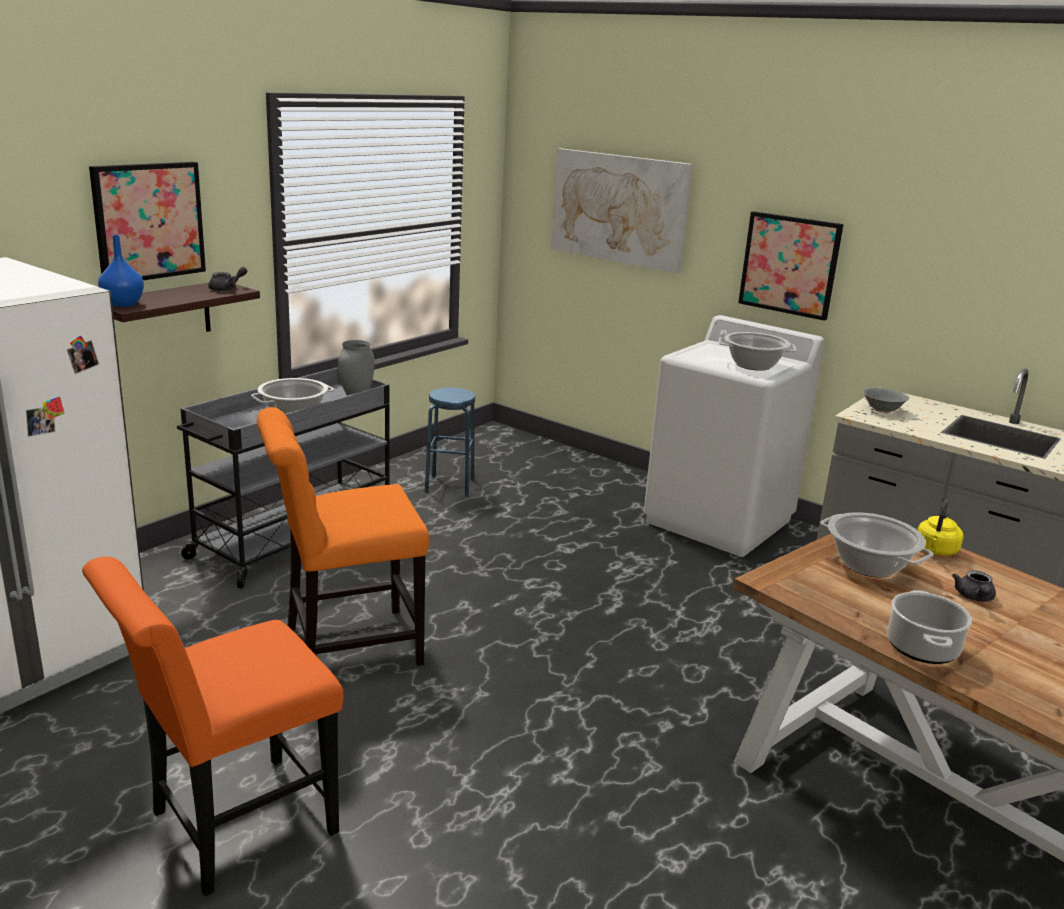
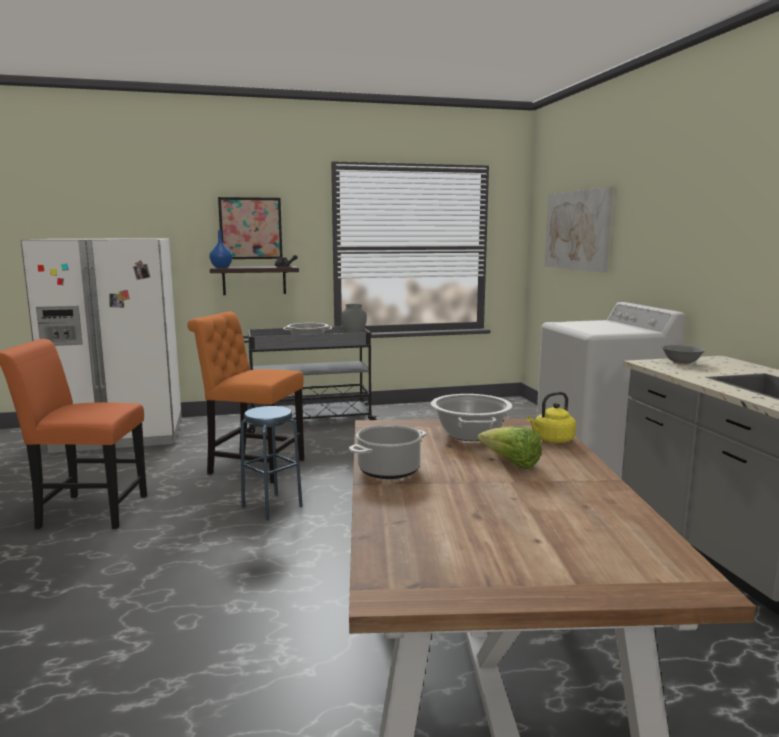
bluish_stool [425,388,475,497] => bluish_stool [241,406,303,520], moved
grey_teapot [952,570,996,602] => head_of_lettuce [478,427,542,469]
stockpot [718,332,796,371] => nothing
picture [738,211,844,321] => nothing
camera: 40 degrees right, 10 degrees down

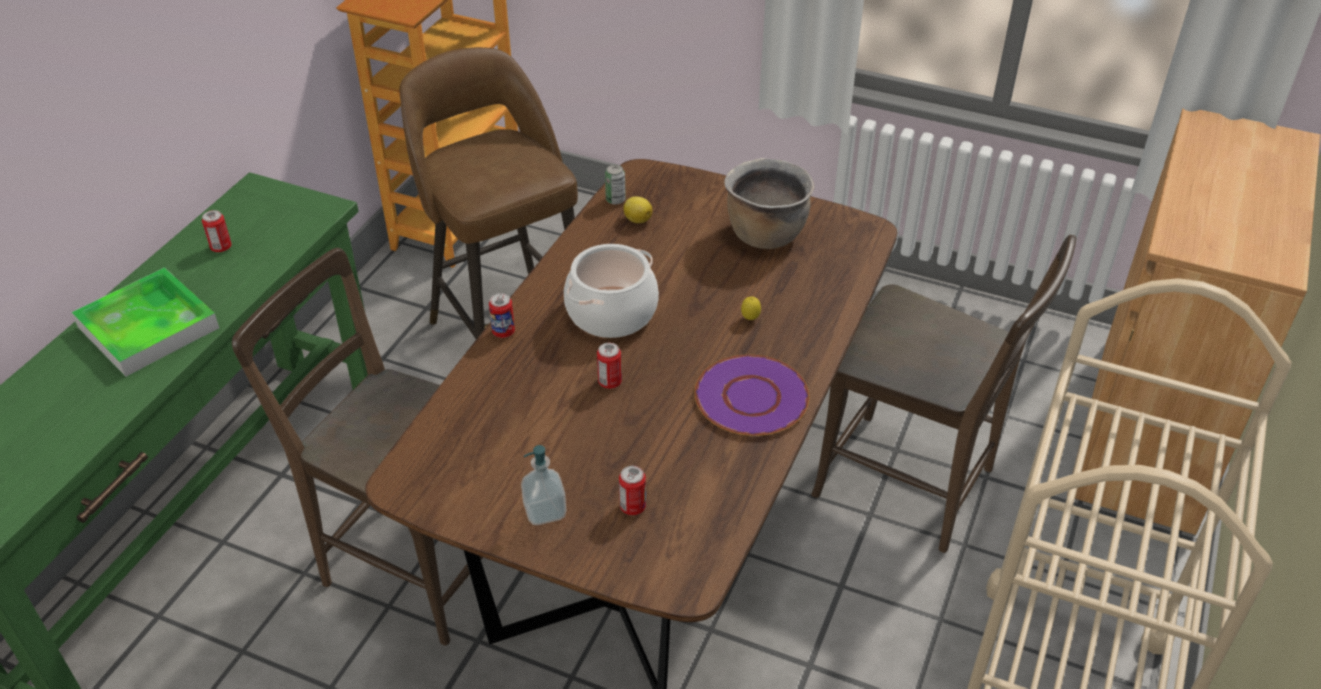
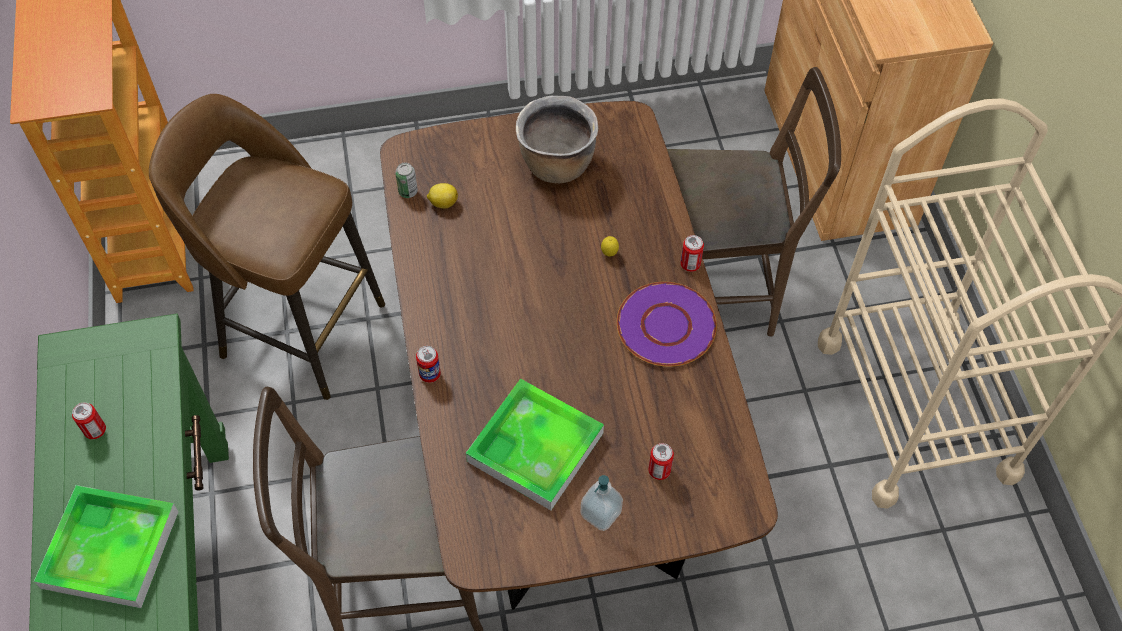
nothing => tray [466,378,604,510]
sealed_can [597,342,622,389] => sealed_can [680,235,704,272], moved
stockpot [564,244,659,338] => nothing
camera: 35 degrees left, 15 degrees up

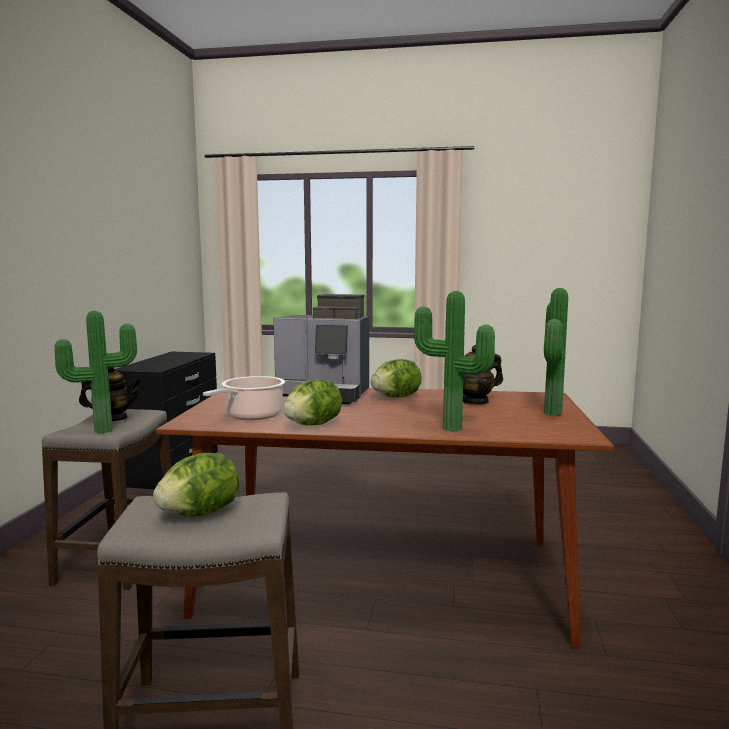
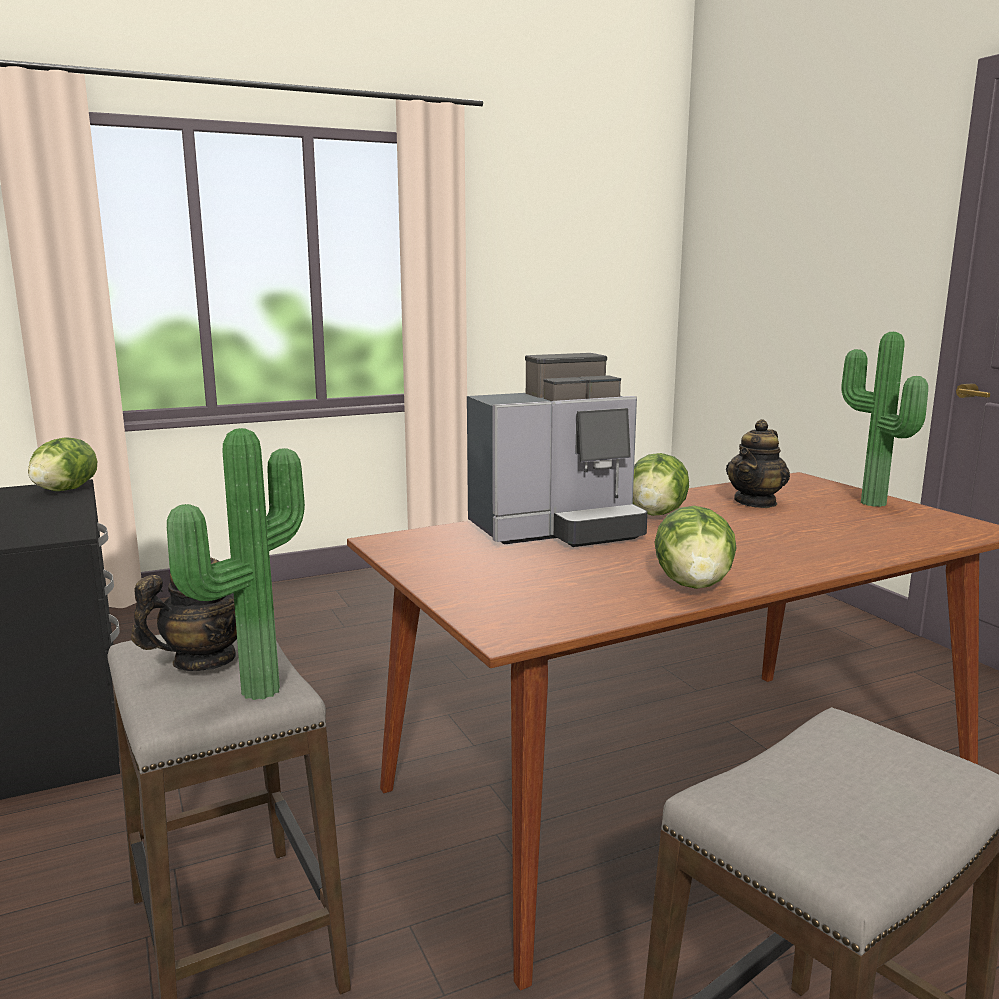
head_of_lettuce [153,453,239,516] => head_of_lettuce [28,438,97,491], moved
stockpot [203,376,285,420] => nothing
potted_plant [414,291,495,432] => nothing
camera: 35 degrees left, 5 degrees up

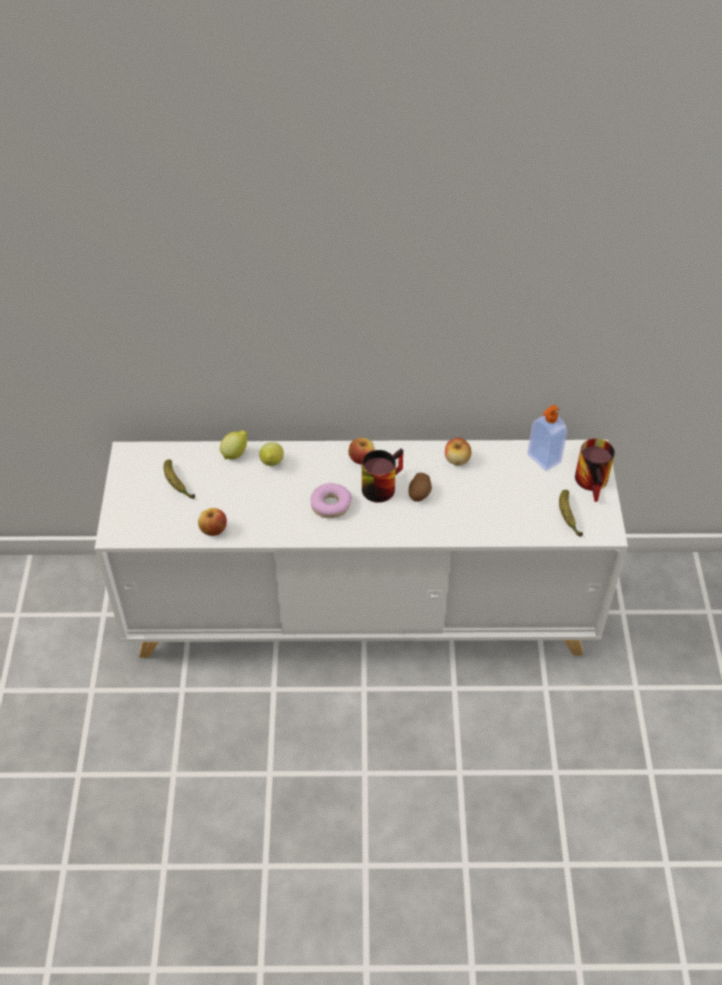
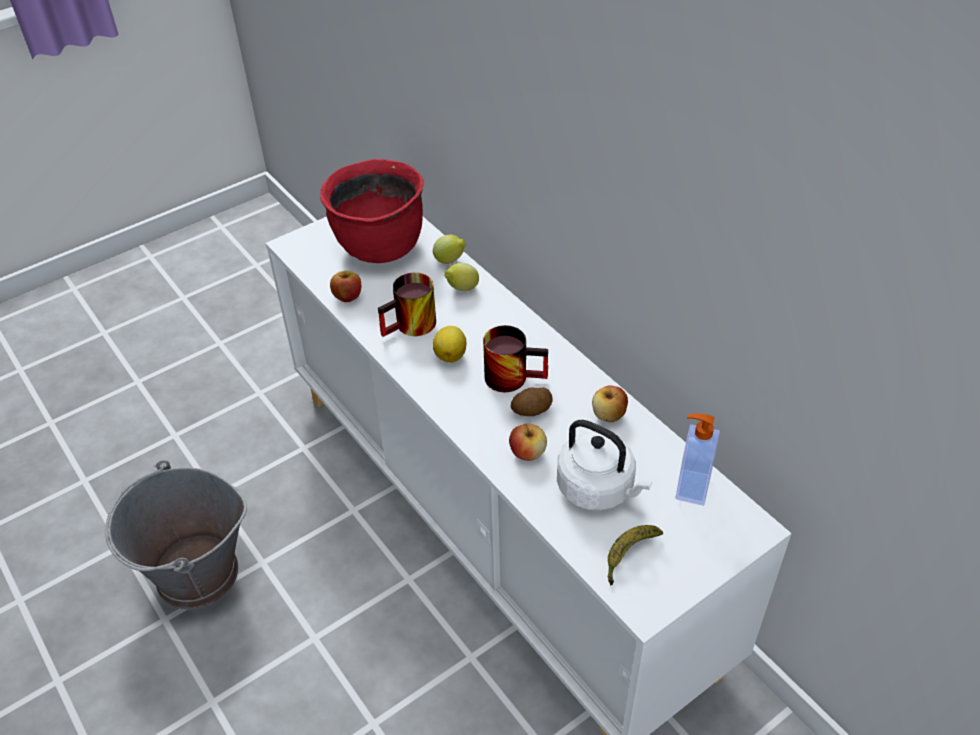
nothing => grey_pail [105,460,247,610]
banana [163,459,195,499] => red_stockpot [320,159,424,263]
tea_mug [575,438,615,502] => tea_mug [378,272,436,337], moved
ring_doughnut [310,483,352,518] => whole_lemon [433,326,466,363]
apple_fruit [348,438,375,465] => apple_fruit [509,424,547,461], moved
nothing => whitish_water_kettle [557,420,652,511]
camera: 55 degrees right, 5 degrees down

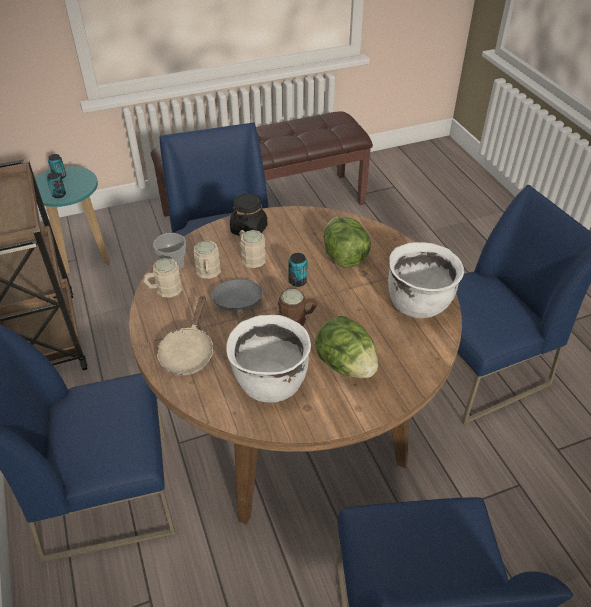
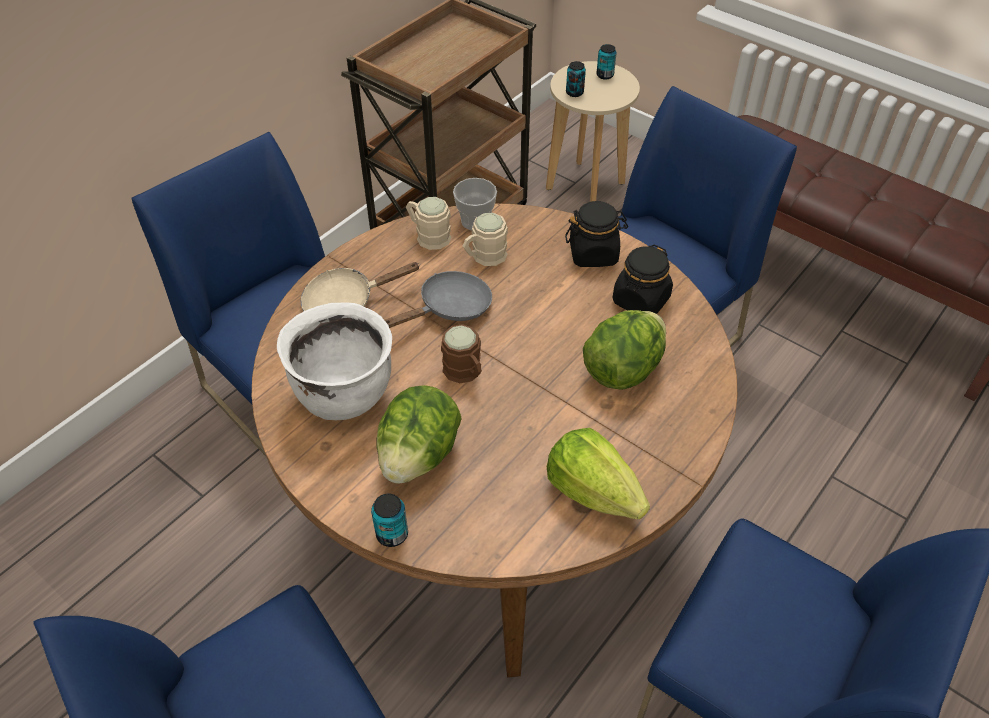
sealed_can [288,253,307,287] => sealed_can [371,493,408,547], moved
blue-green_stool [35,166,110,275] => sand-coloured_stool [546,61,640,202]
whitish_stockpot [388,242,464,318] => head_of_lettuce [547,428,650,519]
nothing => black-coloured_preserve_jar [613,244,673,314]
sand-coloured_tea_mug [239,230,266,268] => nothing
camera: 60 degrees right, 5 degrees up

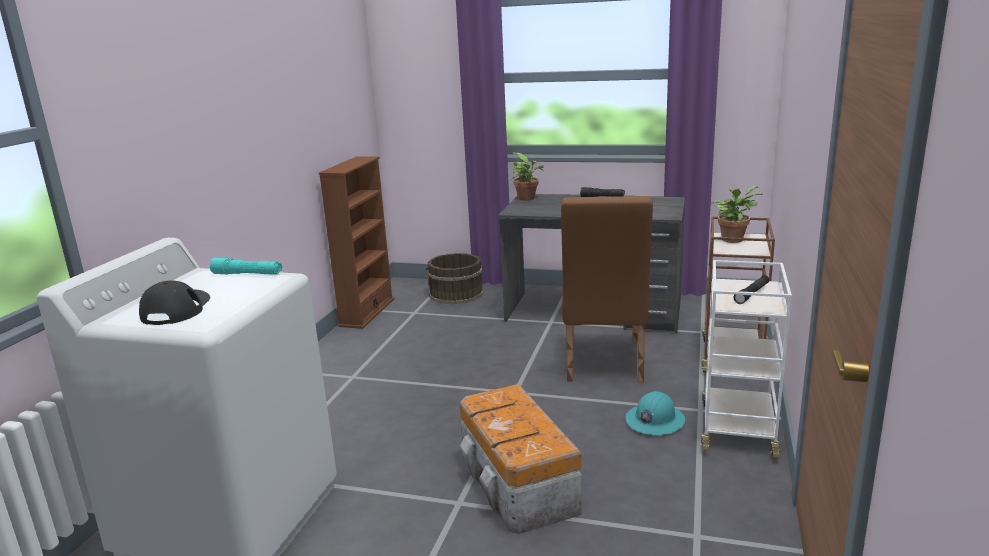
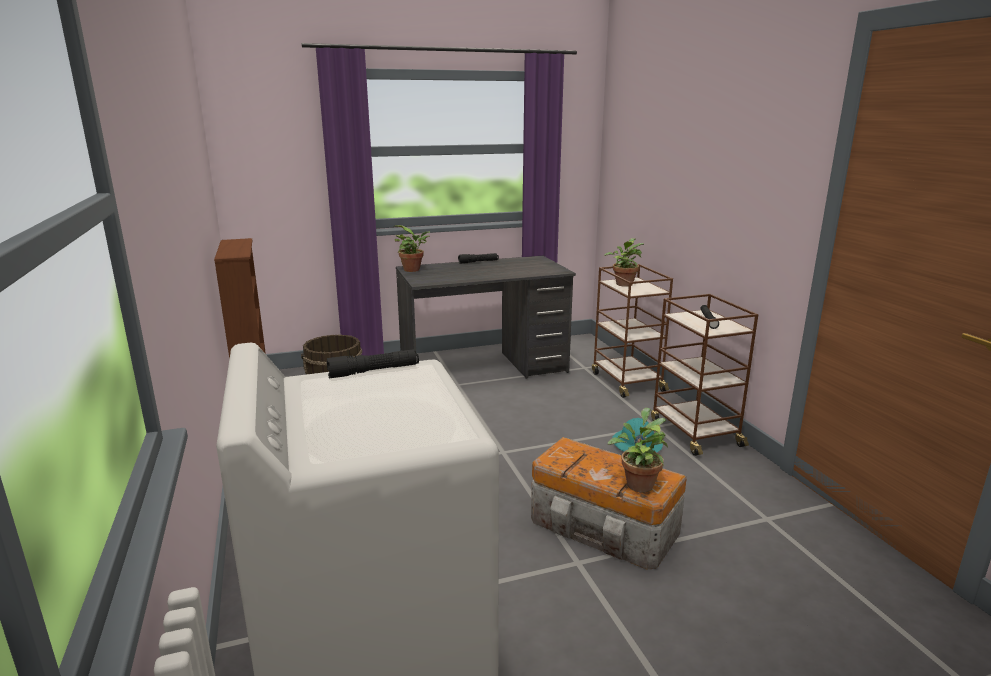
blue-green_torch [210,258,282,275] => black-coloured_torch [327,349,419,378]
nothing => potted_plant [608,408,668,493]
whitish_cart [701,260,792,459] => brownish_cart [651,294,758,456]
black-coloured_baseball_cap [139,281,210,325] => nothing
brownish_chair [561,196,653,382] => nothing
camera: 35 degrees left, 0 degrees up

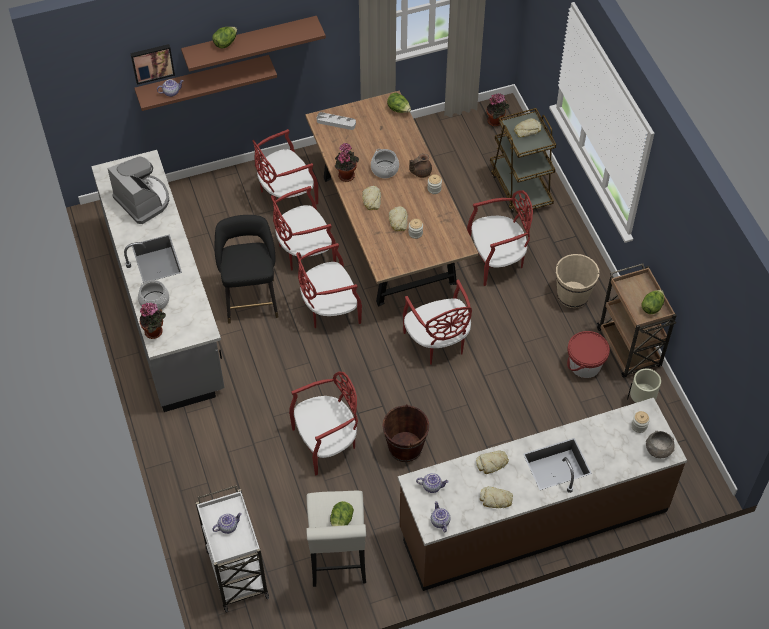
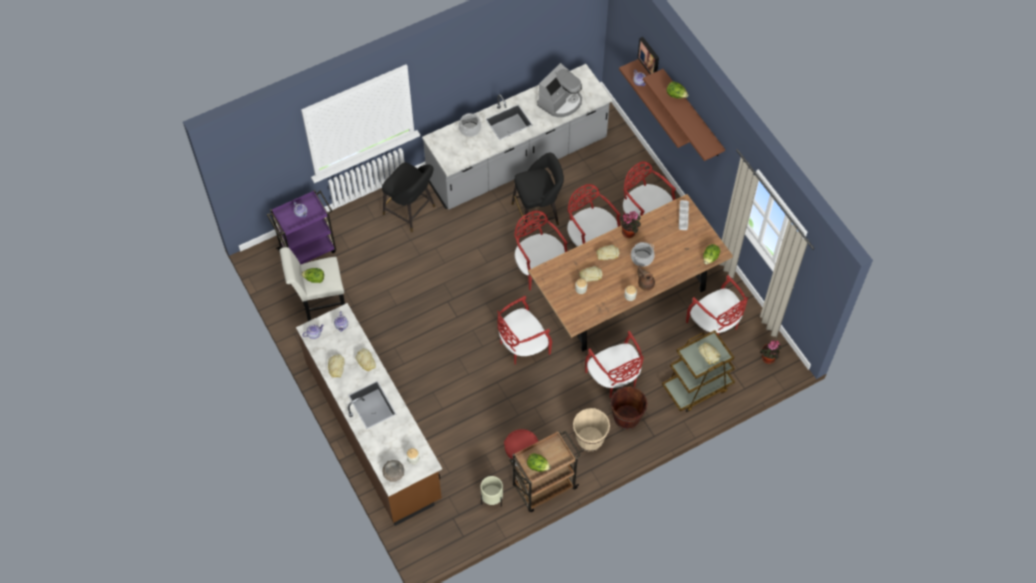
whitish_cart [196,486,269,613] => purple_cart [267,190,336,265]
nothing => black-coloured_stool [382,162,435,233]
brownish_pail [382,404,429,462] => brownish_pail [611,386,648,430], moved
red_chair [289,372,358,475] => red_chair [686,275,748,336], moved
potted_plant [140,303,166,339] => nothing
camera: 80 degrees right, 5 degrees up

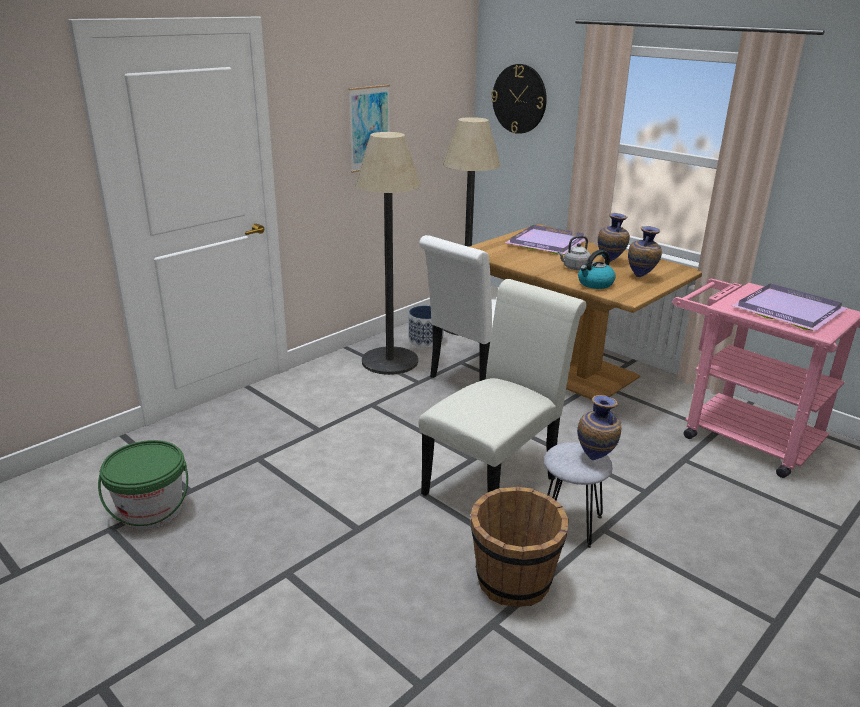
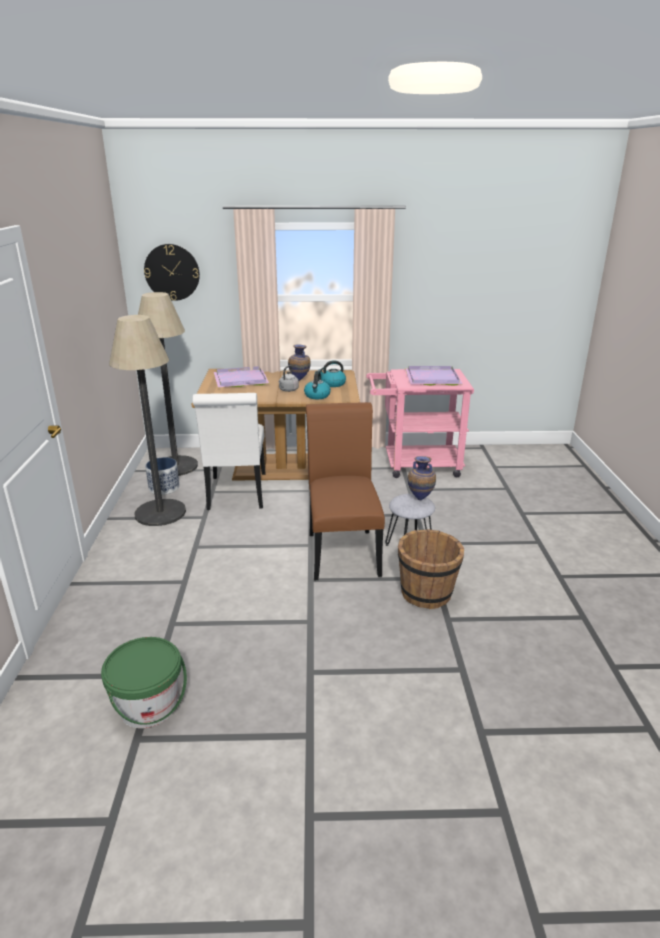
whitish_chair [419,279,586,496] => brownish_chair [306,402,385,580]
flower_vase [628,226,662,277] => water_kettle [318,360,346,387]
picture [348,85,390,173] => nothing
camera: 45 degrees left, 0 degrees up

